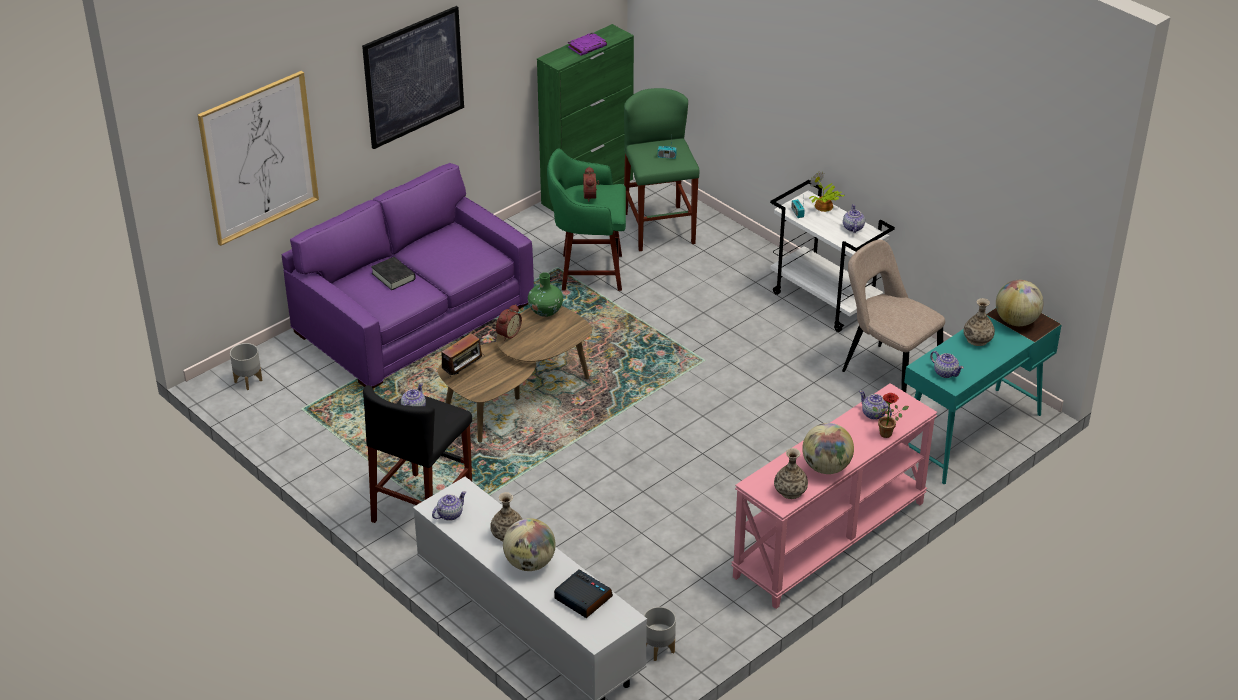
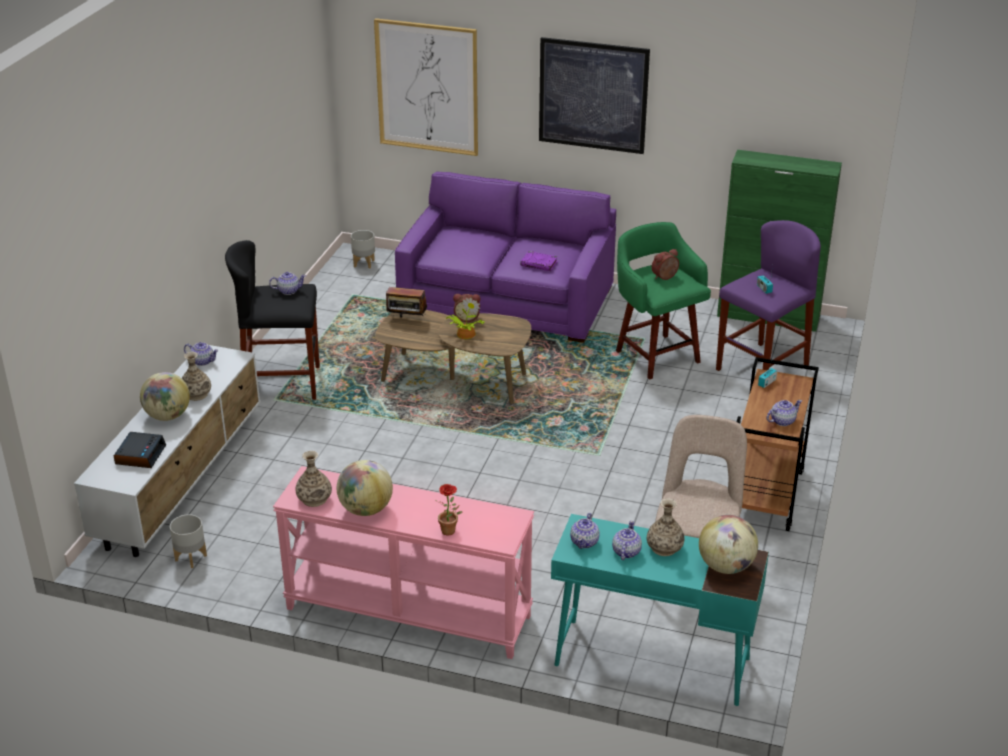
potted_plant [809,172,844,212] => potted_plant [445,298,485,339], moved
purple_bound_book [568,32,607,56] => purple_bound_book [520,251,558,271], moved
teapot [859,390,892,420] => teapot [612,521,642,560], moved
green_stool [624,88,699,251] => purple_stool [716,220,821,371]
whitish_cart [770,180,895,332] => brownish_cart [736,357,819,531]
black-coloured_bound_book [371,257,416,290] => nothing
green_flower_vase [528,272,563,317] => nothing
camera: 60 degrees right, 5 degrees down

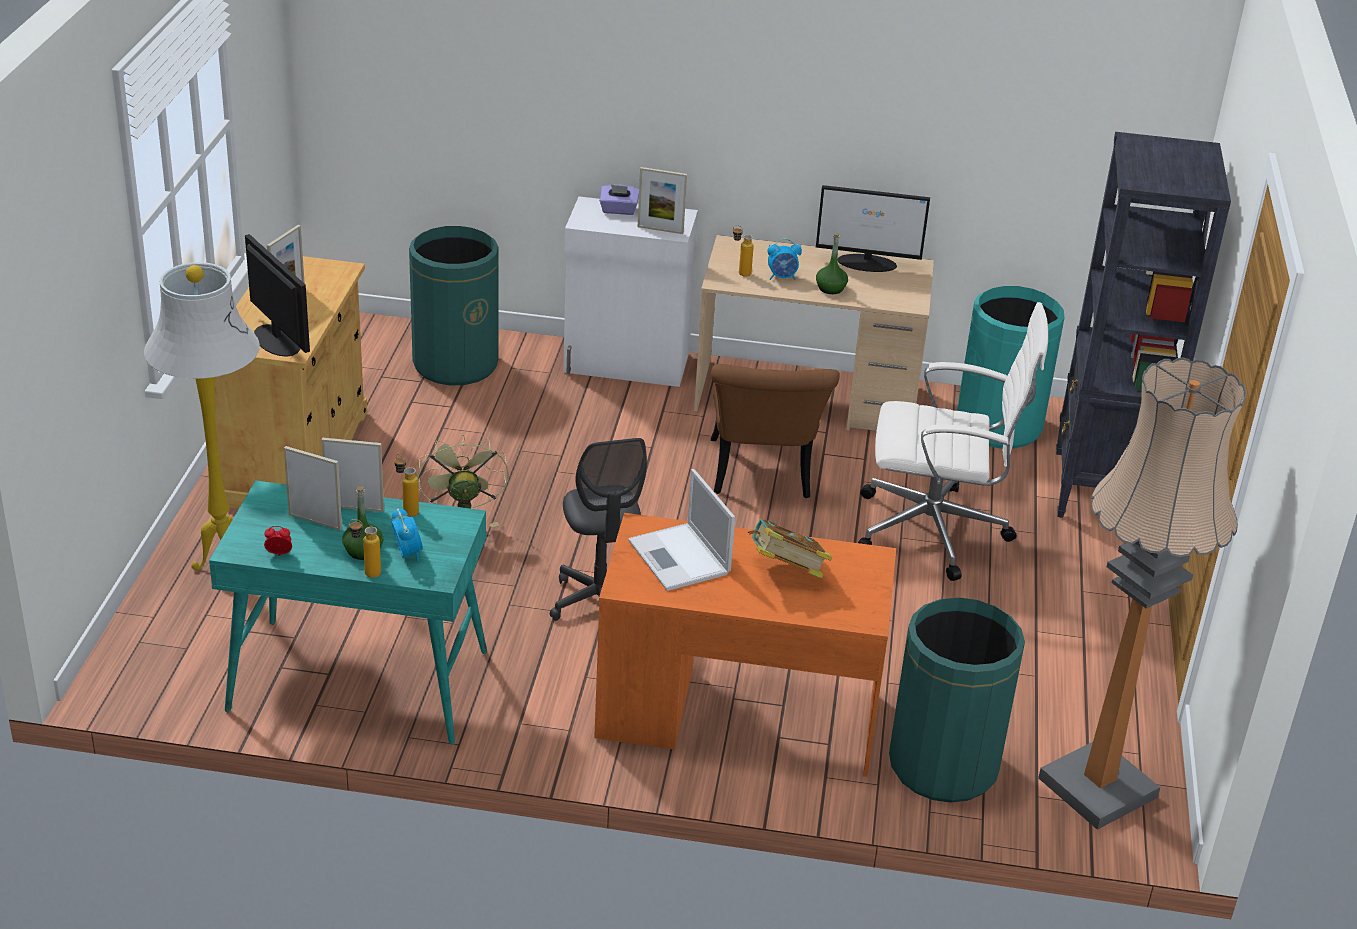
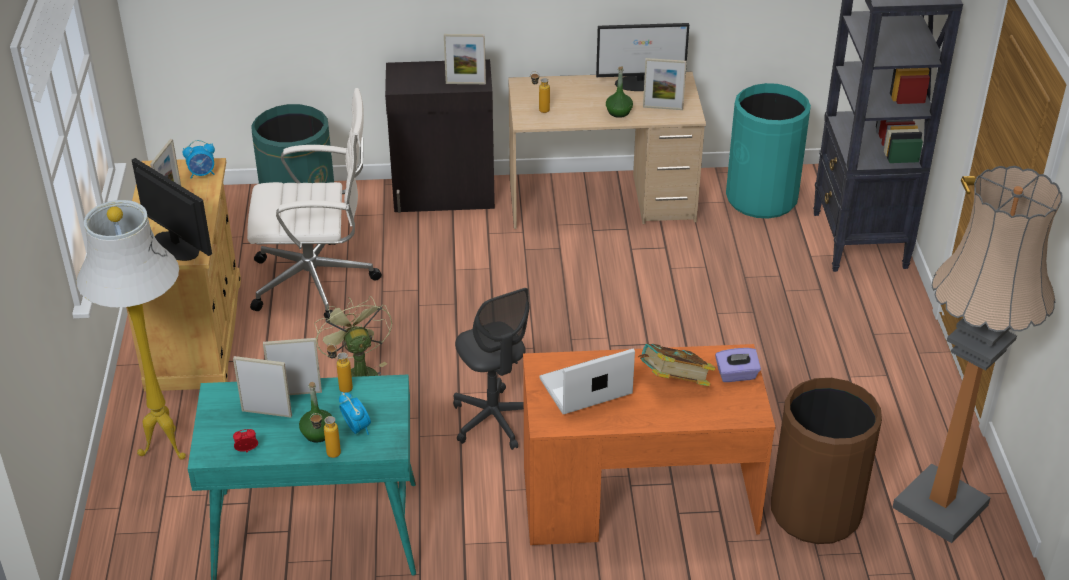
bedside_clock [767,239,802,280] => bedside_clock [183,140,215,179], moved
whitish_office_chair [858,302,1048,581] => whitish_office_chair [247,88,382,321], moved
whitish_cabinet [563,196,698,387] => black-coloured_cabinet [385,59,495,213]
portable_computer [628,469,735,591] => portable_computer [539,348,635,414], 105 degrees clockwise
nothing => photo_frame [643,58,687,110]
purple_tissue_holder [600,185,639,215] => purple_tissue_holder [715,348,761,382], moved
green_rubbish_bin [889,598,1025,803] => brownish_rubbish_bin [771,378,882,544]
brownish_chair [711,364,840,499] => nothing
camera: 10 degrees left, 5 degrees up

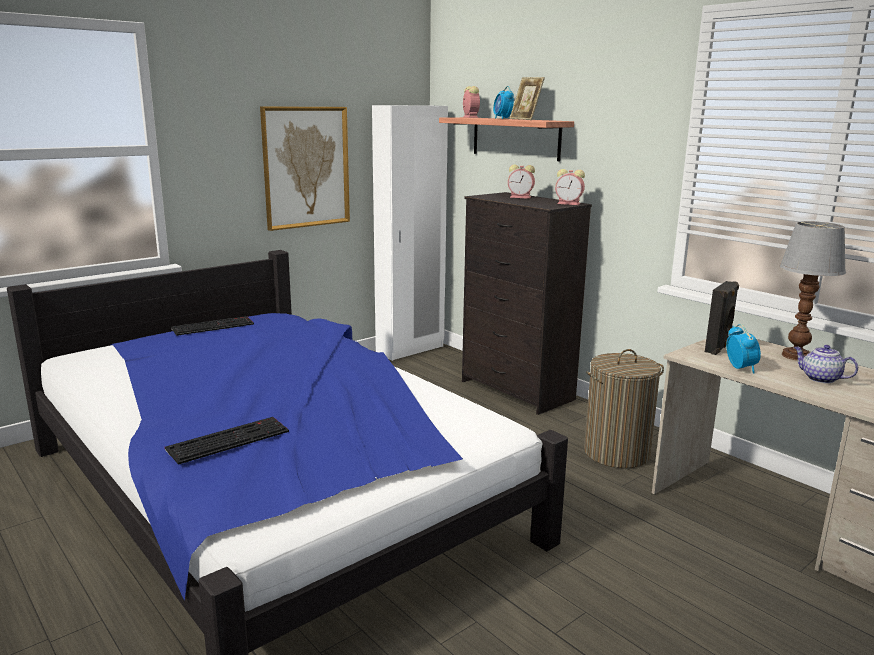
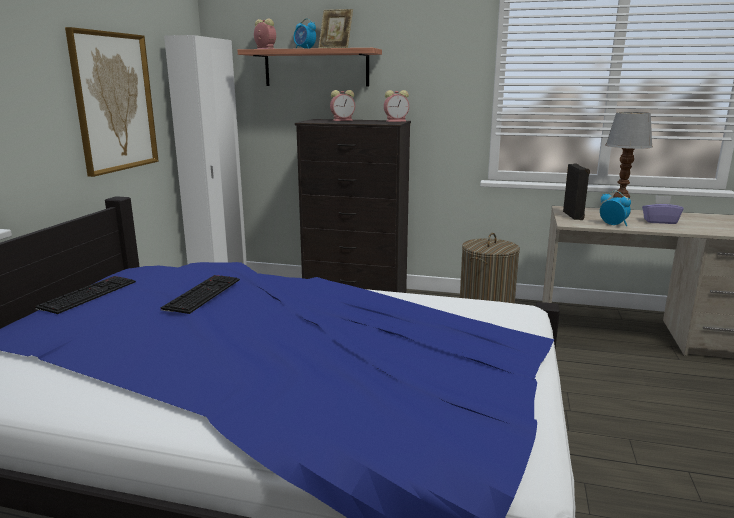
keyboard [165,417,289,465] => keyboard [161,275,240,314], moved
teapot [794,345,858,384] => purple_tissue_holder [642,195,684,224]
camera: 35 degrees left, 0 degrees up

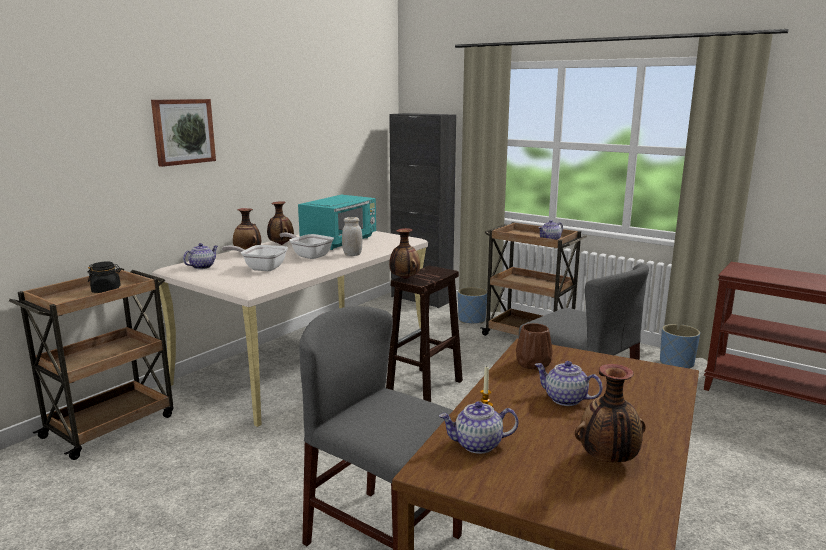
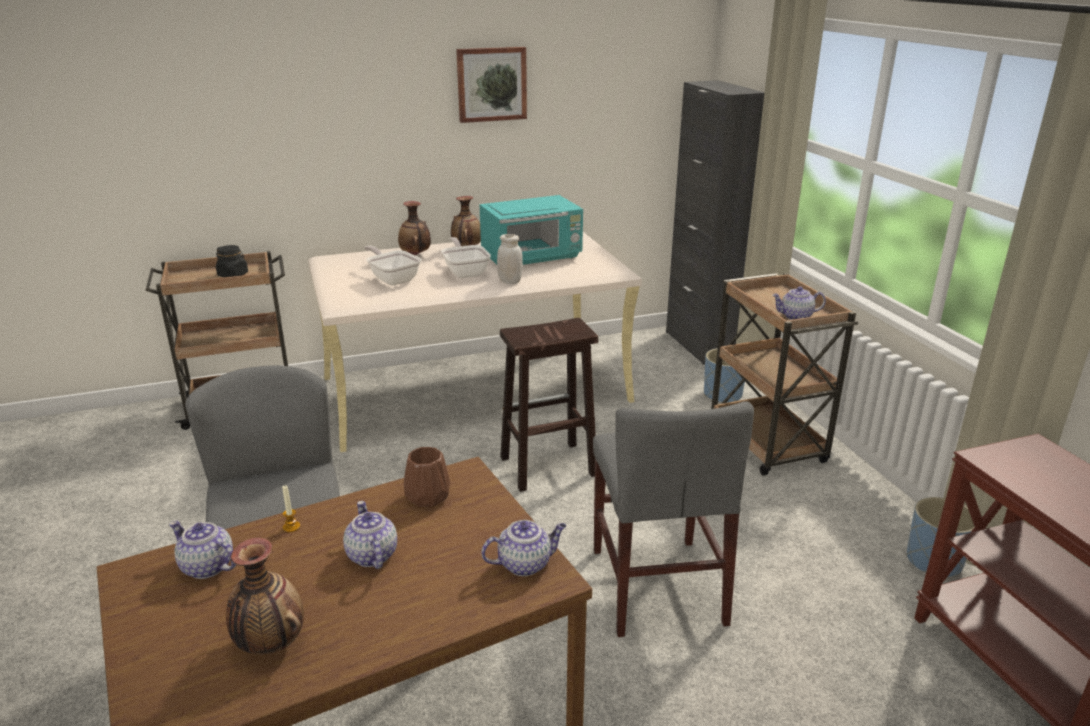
picture [151,99,216,167] => picture [456,47,527,123], moved
teapot [183,243,218,269] => teapot [481,520,566,576], moved
flower_vase [389,228,420,279] => nothing
camera: 35 degrees right, 10 degrees up

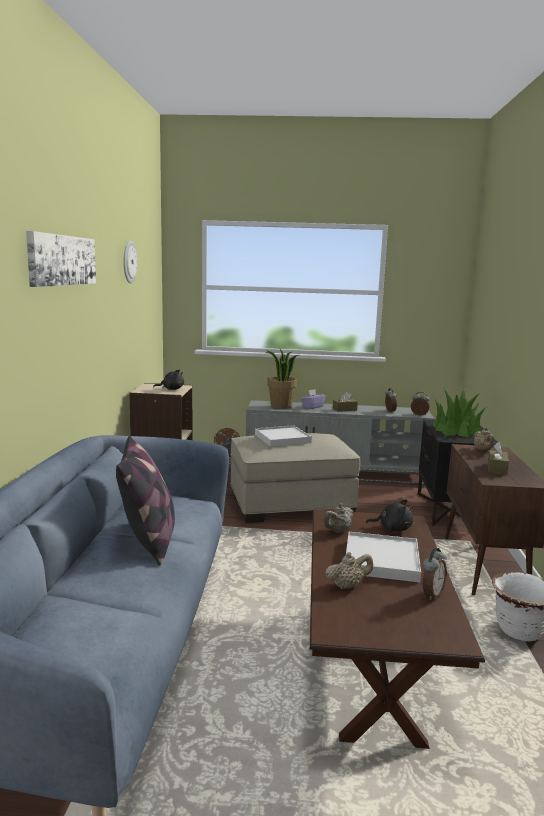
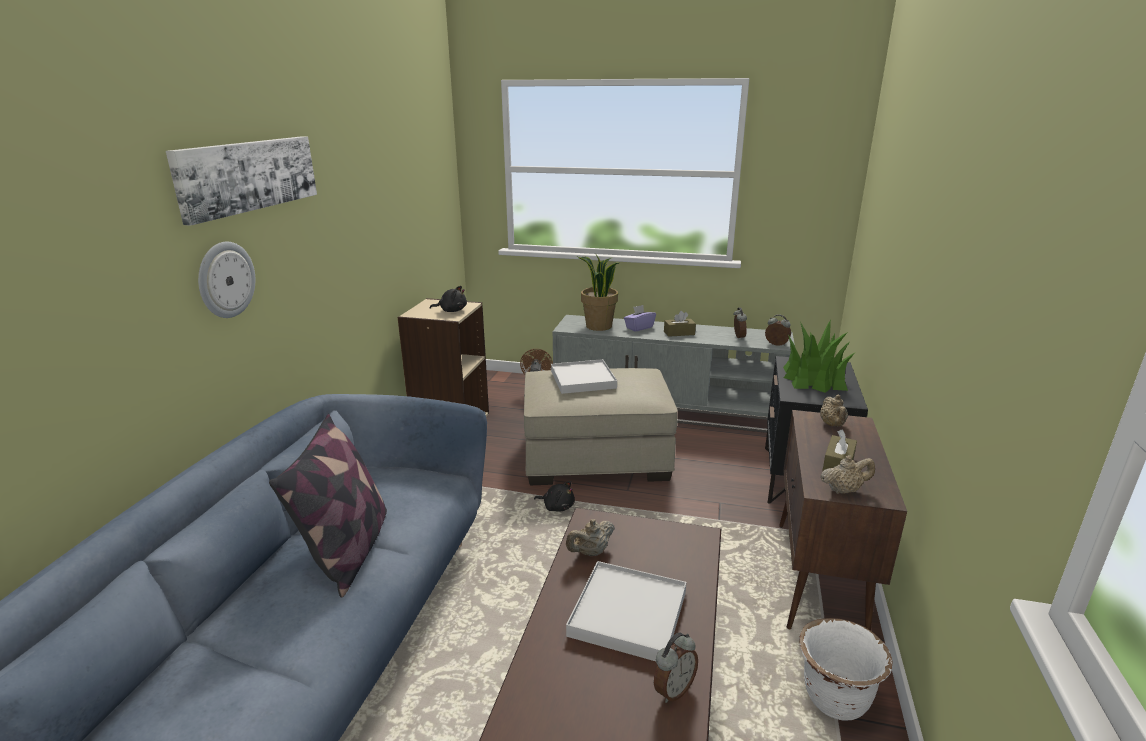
hanging_clock [123,241,138,283] => hanging_clock [198,241,255,318], moved
black-coloured_soft_toy [366,499,413,531] => black-coloured_soft_toy [534,481,575,512], moved
sand-coloured_teapot [325,552,373,589] => sand-coloured_teapot [820,455,875,494], moved
camera: 10 degrees right, 10 degrees up

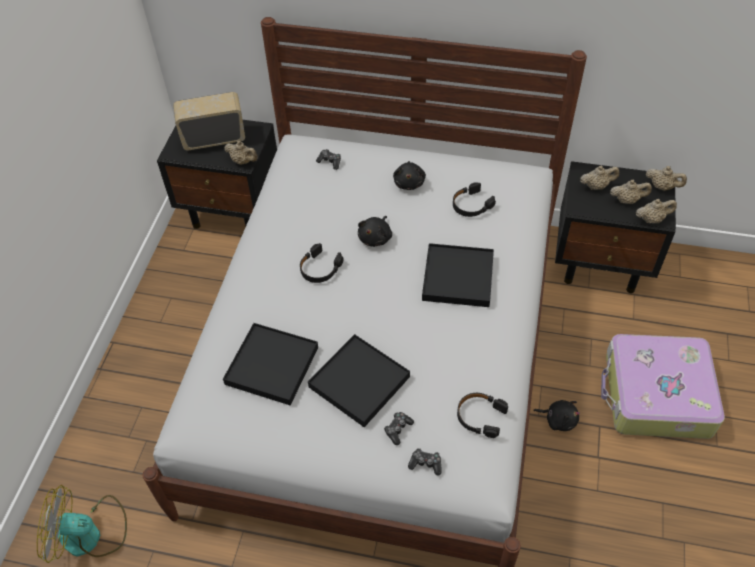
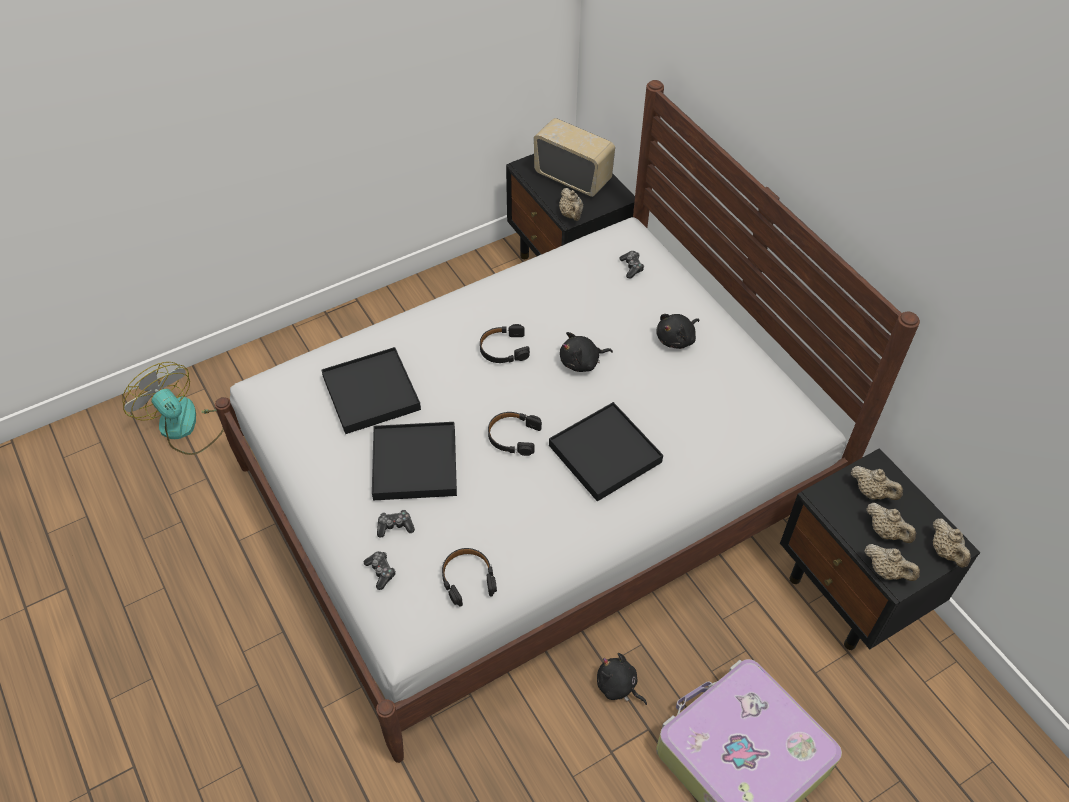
black-coloured_pair_of_headphones [453,182,496,217] => black-coloured_pair_of_headphones [488,412,542,456], moved
black-coloured_soft_toy [533,400,580,431] => black-coloured_soft_toy [597,653,647,705], 150 degrees clockwise
camera: 45 degrees right, 0 degrees up

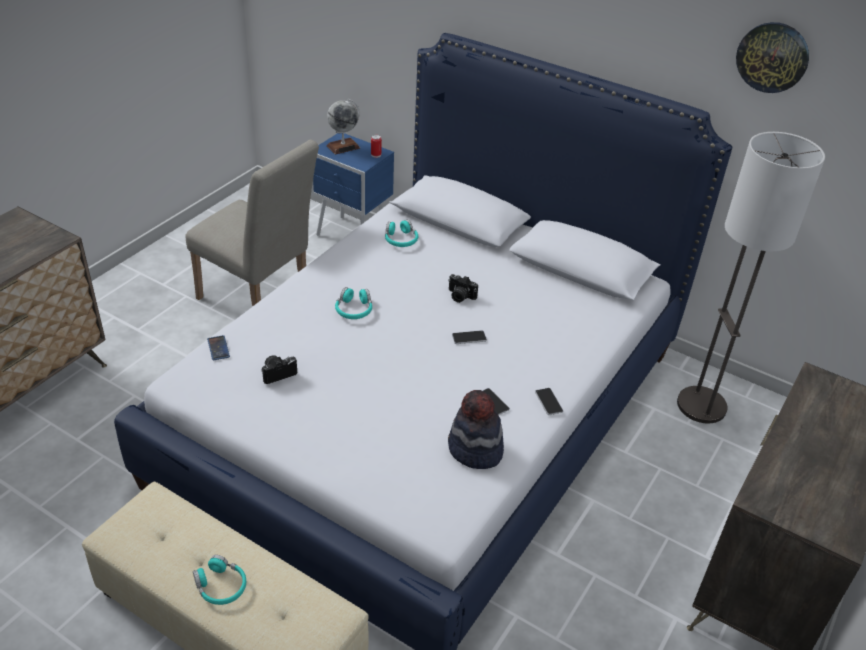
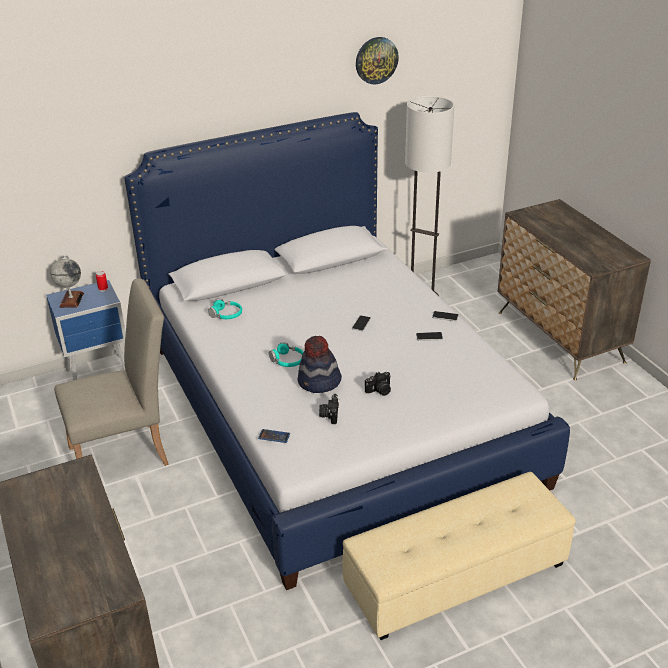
clothing_hat [448,390,504,469] => clothing_hat [298,336,342,393], moved
still_camera [448,274,478,303] => still_camera [365,372,391,396], moved
blue-green_pair_of_headphones [193,555,246,605] => nothing
camera: 55 degrees left, 5 degrees down

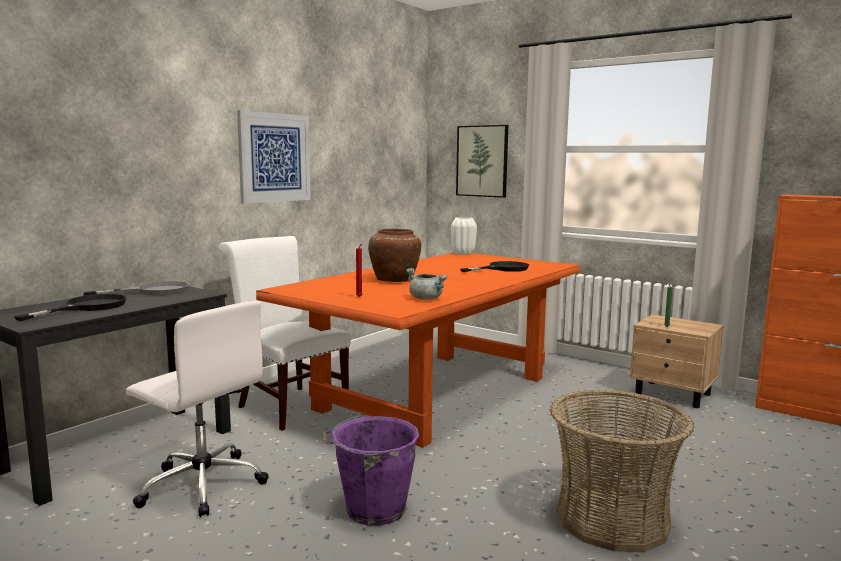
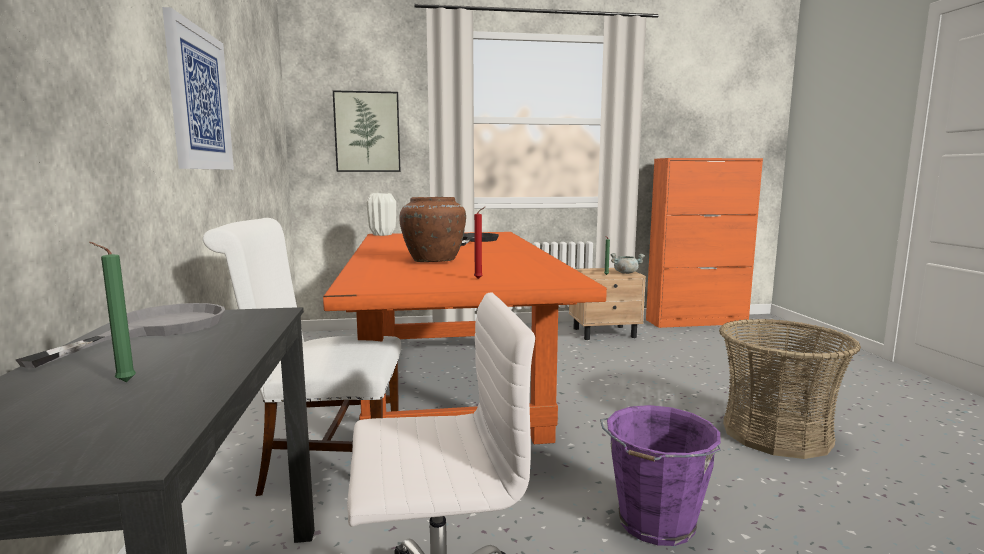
black-coloured_pan [14,294,127,321] => green_wax_light [89,242,136,382]
grey_stockpot [406,268,448,300] => grey_stockpot [610,253,645,274], moved
camera: 45 degrees left, 0 degrees up

